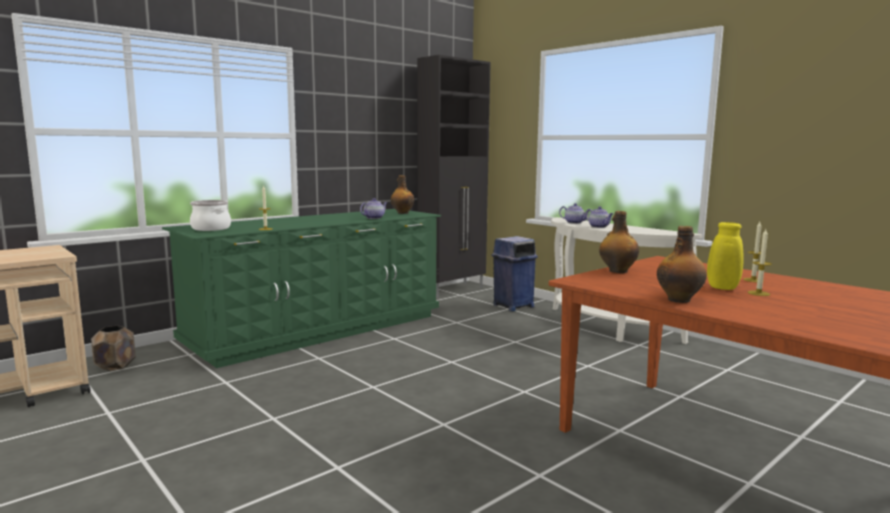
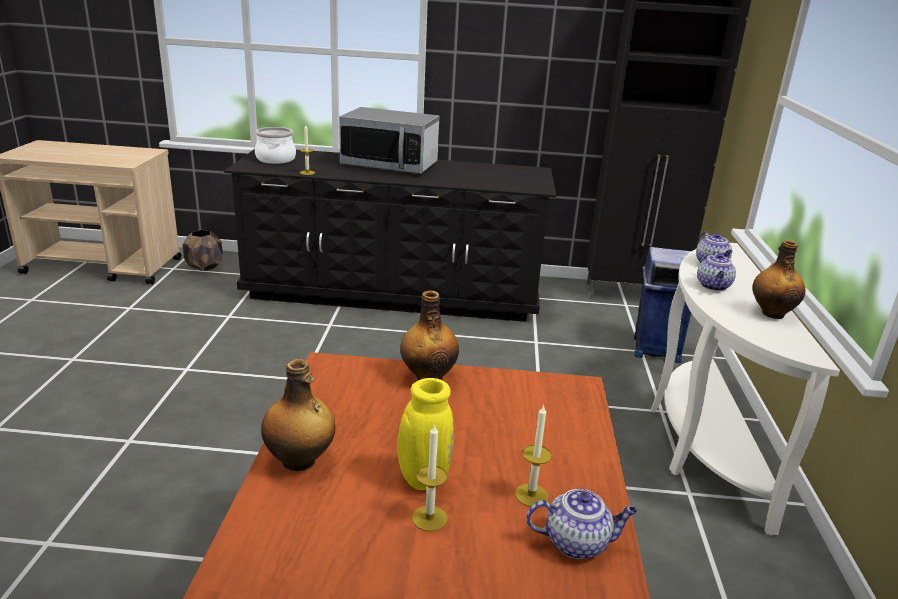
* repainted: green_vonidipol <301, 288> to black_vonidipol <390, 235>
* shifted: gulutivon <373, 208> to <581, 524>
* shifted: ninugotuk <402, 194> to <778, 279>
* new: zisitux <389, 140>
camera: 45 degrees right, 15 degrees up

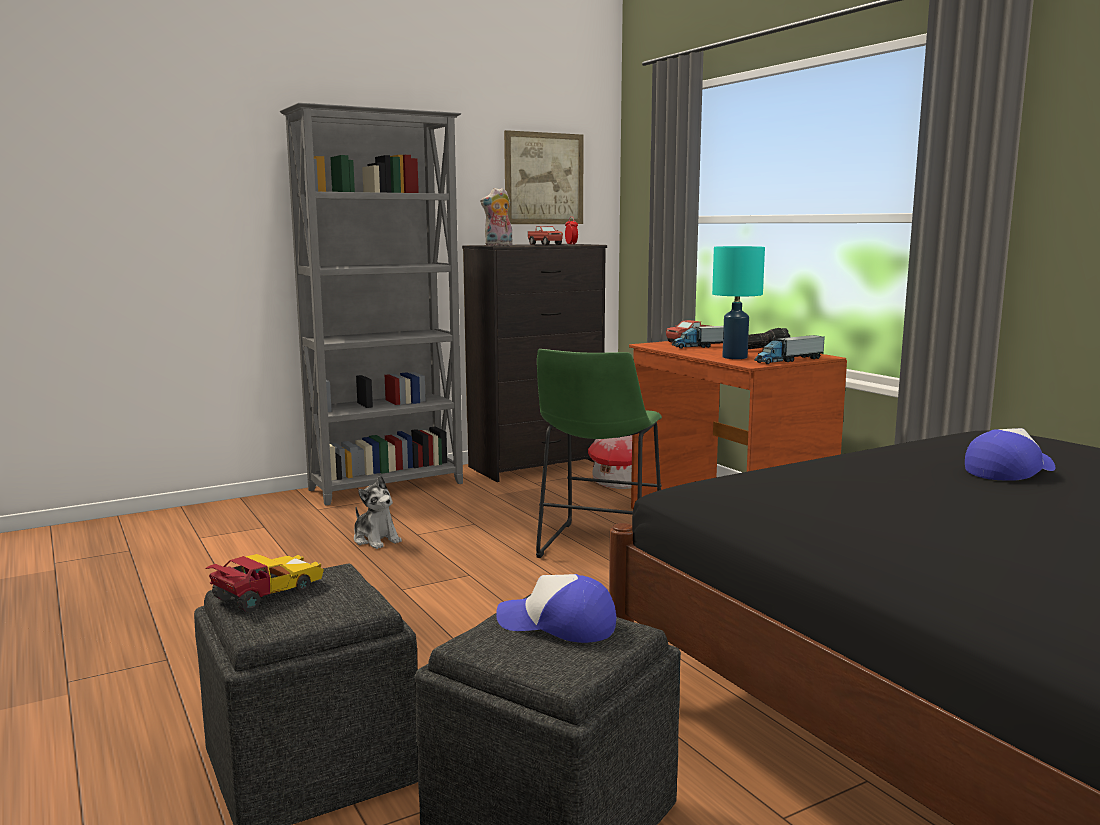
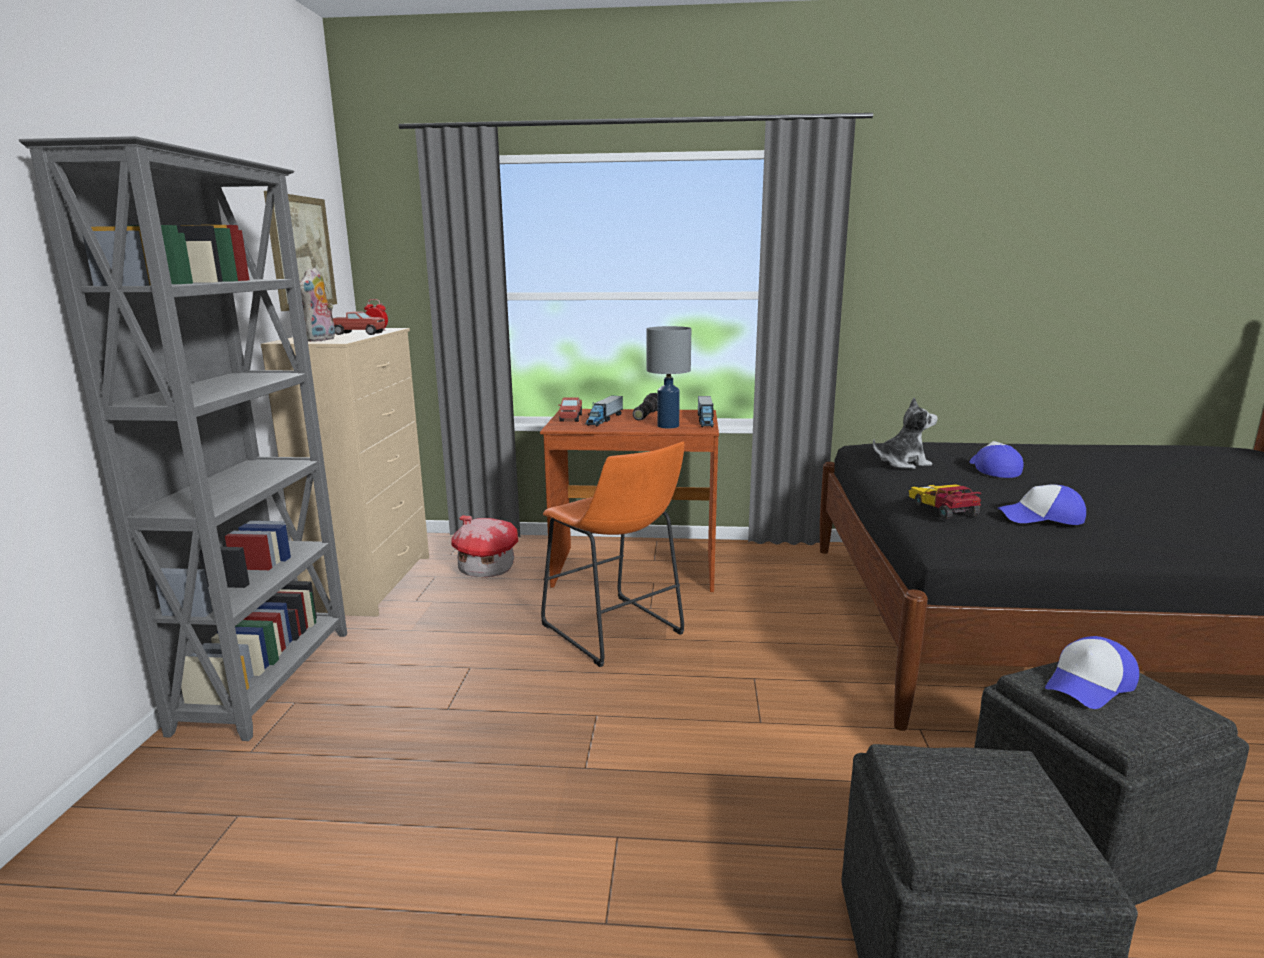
* shifted: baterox <264, 583> to <945, 501>
* shifted: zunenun <378, 512> to <905, 433>
* repainted: black_vonidipol <534, 363> to beige_vonidipol <345, 472>
* repainted: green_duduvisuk <599, 453> to orange_duduvisuk <613, 554>
* repainted: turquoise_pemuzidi <738, 302> to grey_pemuzidi <669, 377>
* new: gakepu <1042, 504>
camera: 55 degrees left, 5 degrees up

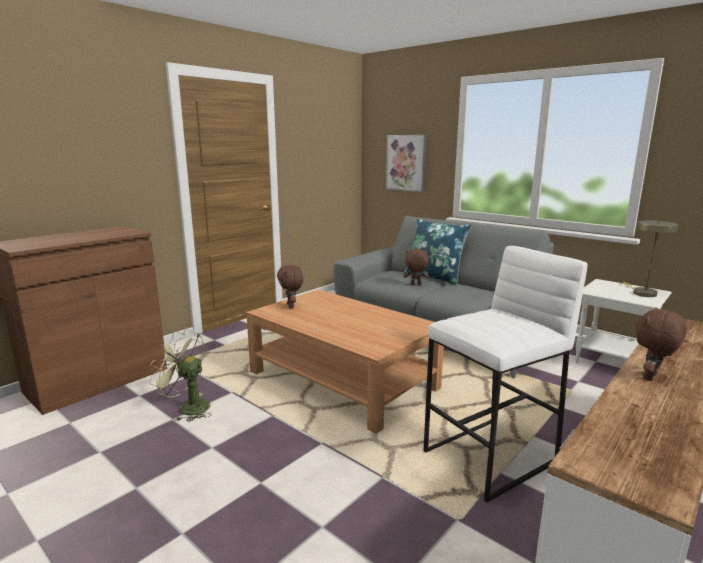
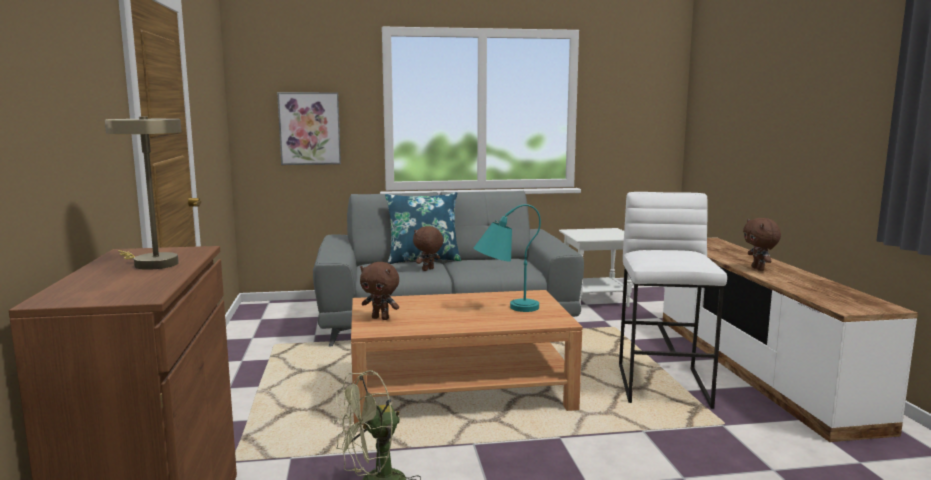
* shifted: beige_pemuzidi <650, 258> to <143, 193>
* new: turquoise_pemuzidi <507, 258>
camera: 50 degrees left, 5 degrees down

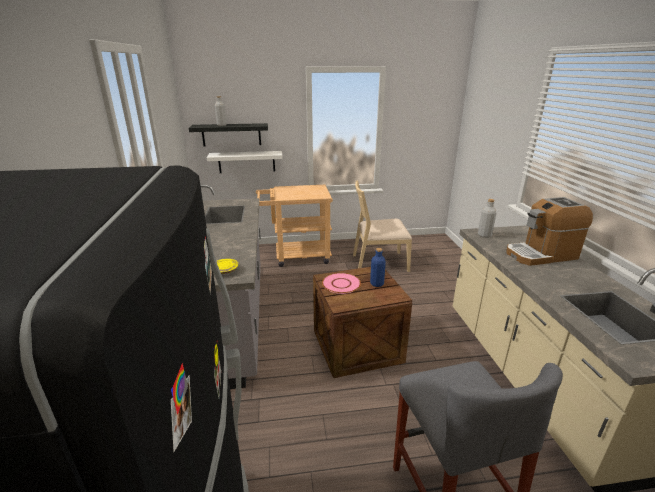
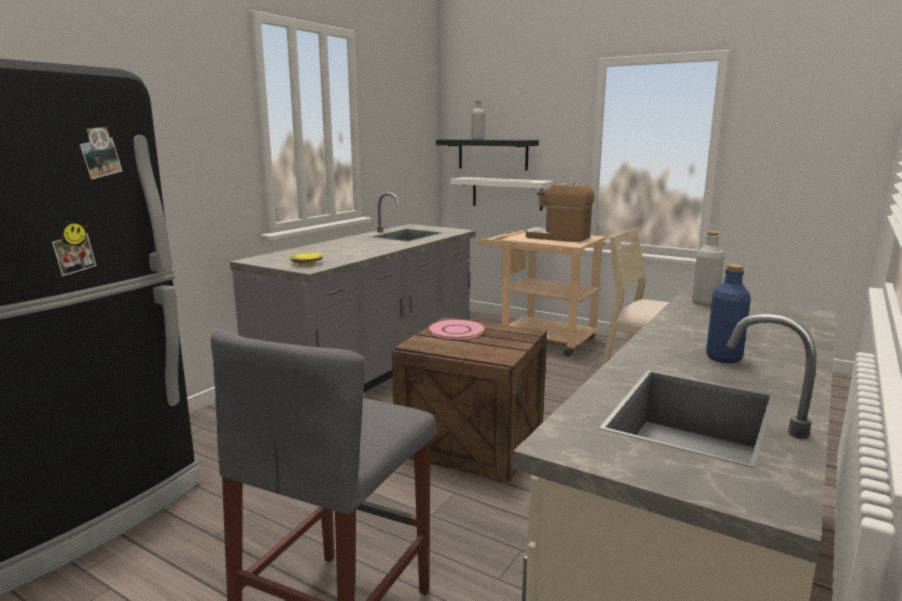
* shifted: blue_ninugotuk <378, 267> to <728, 313>
* shifted: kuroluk <549, 231> to <560, 212>
camera: 40 degrees right, 10 degrees down

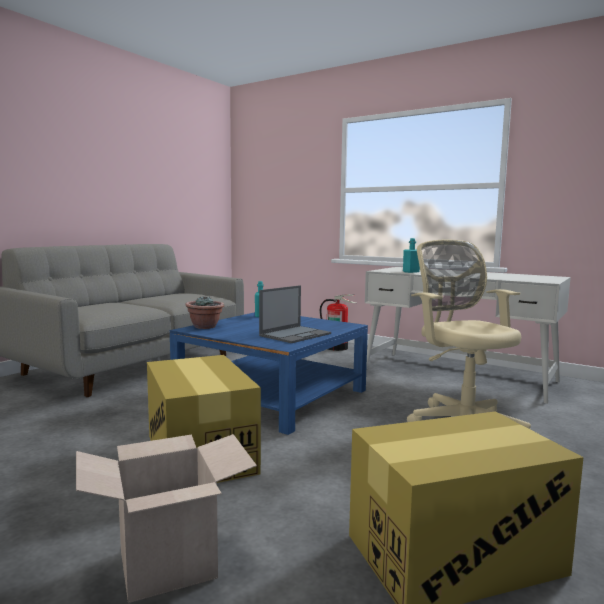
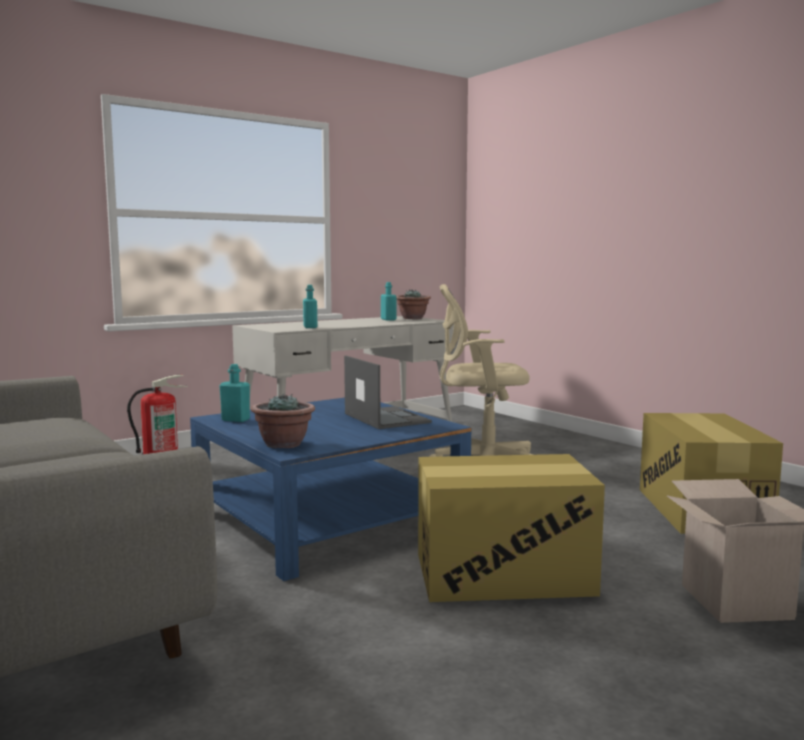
* new: turquoise_ninugotuk <388, 301>
* new: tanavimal <413, 304>
camera: 70 degrees left, 0 degrees up

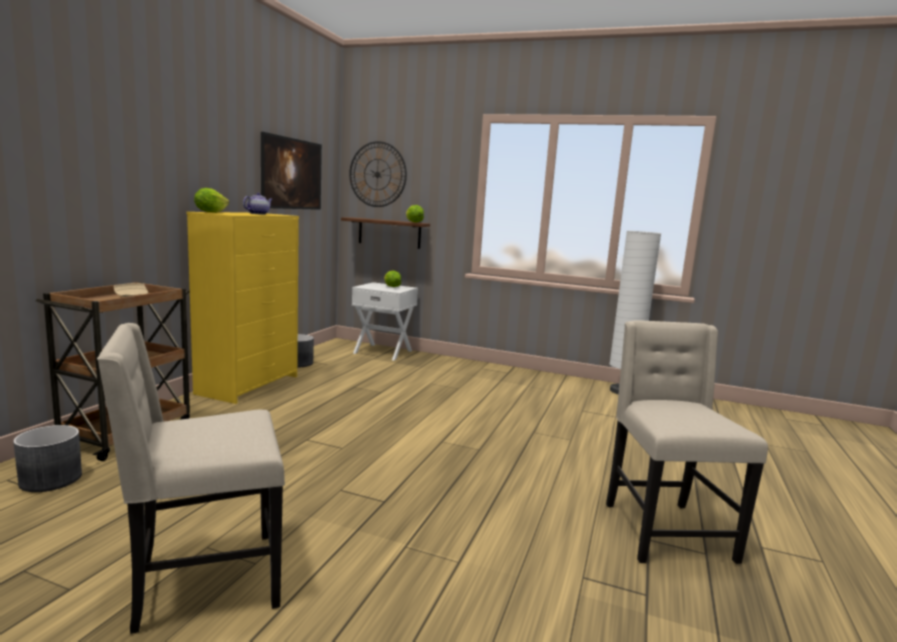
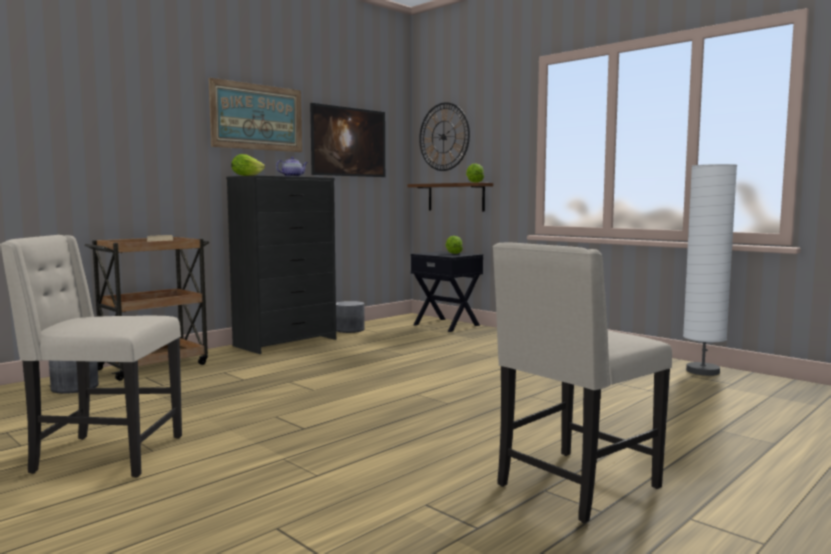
* repainted: yellow_vonidipol <242, 308> to black_vonidipol <281, 264>
* repainted: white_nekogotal <385, 321> to black_nekogotal <447, 291>
* rotated: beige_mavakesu <687, 442> = <582, 382> 150 degrees counterclockwise
* new: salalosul <255, 115>
camera: 25 degrees right, 5 degrees down

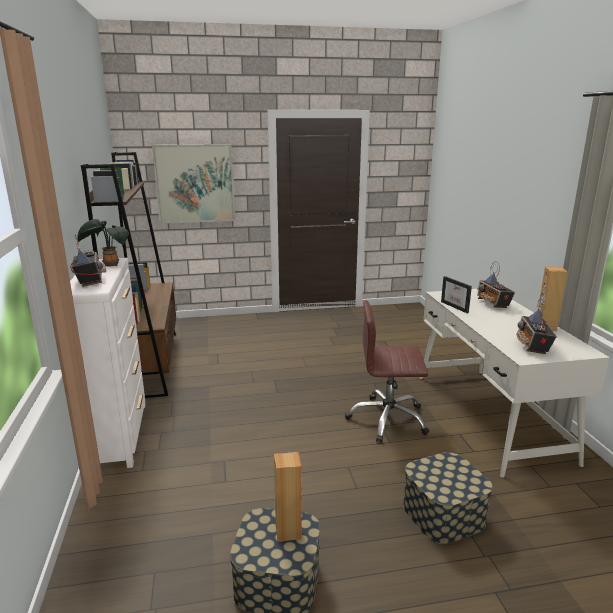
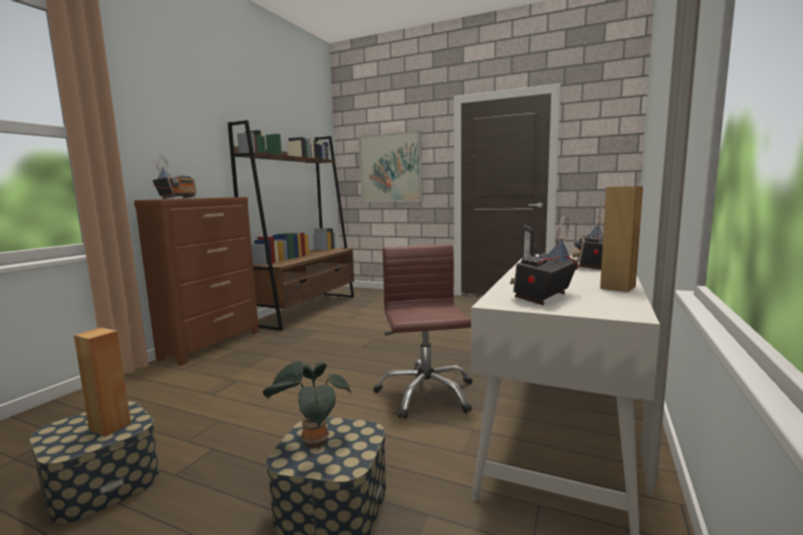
* repainted: white_vonidipol <107, 363> to brown_vonidipol <196, 281>
* shifted: tanavimal <103, 242> to <307, 405>
* rotated: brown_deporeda <387, 371> = <423, 332> 45 degrees clockwise
camera: 35 degrees right, 10 degrees down

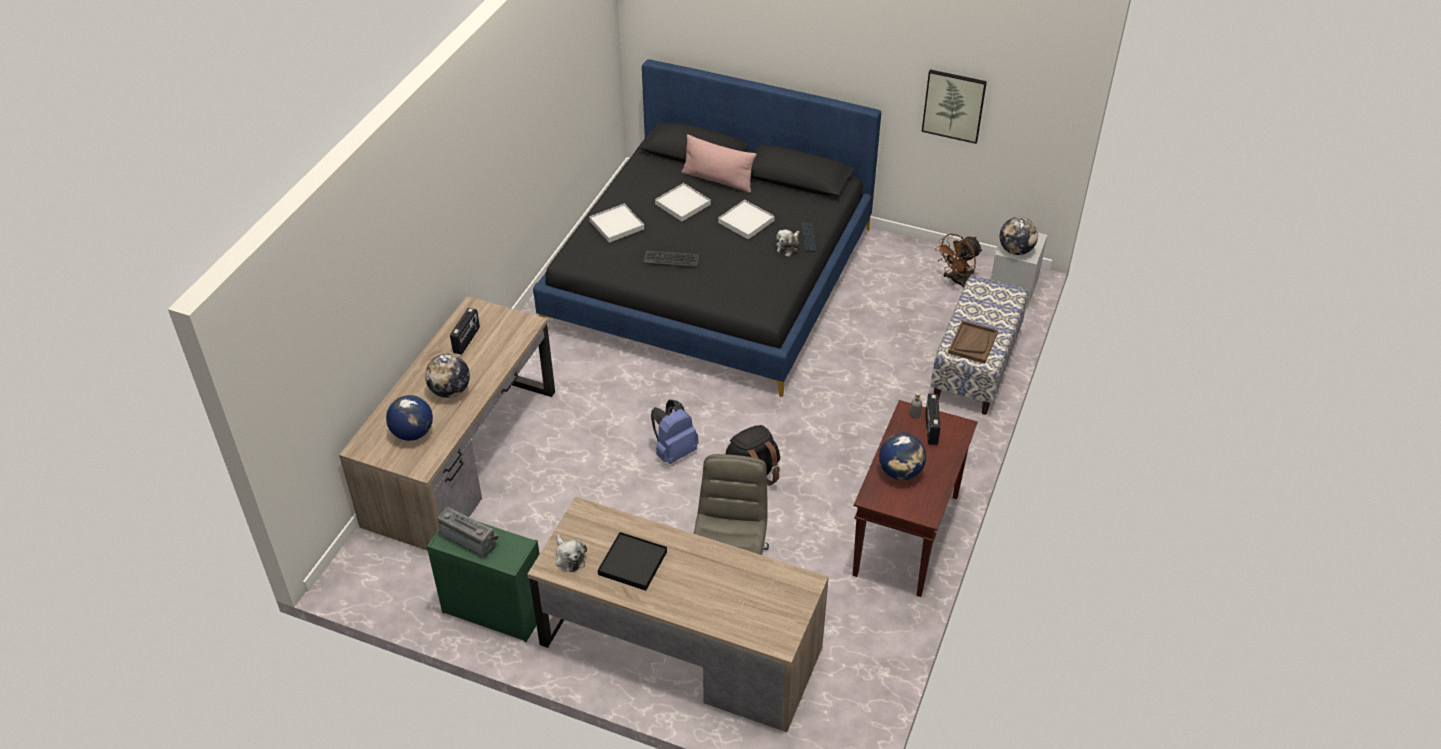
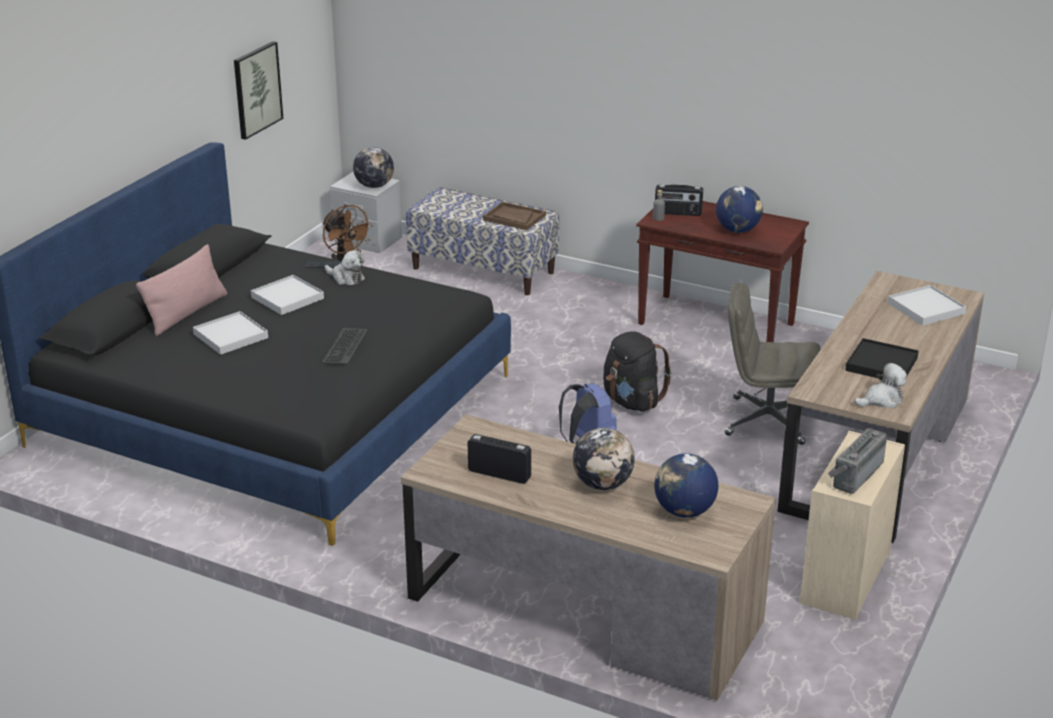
* repainted: green_vonidipol <483, 581> to beige_vonidipol <852, 525>
* shifted: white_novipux <616, 223> to <927, 305>
camera: 85 degrees left, 15 degrees down

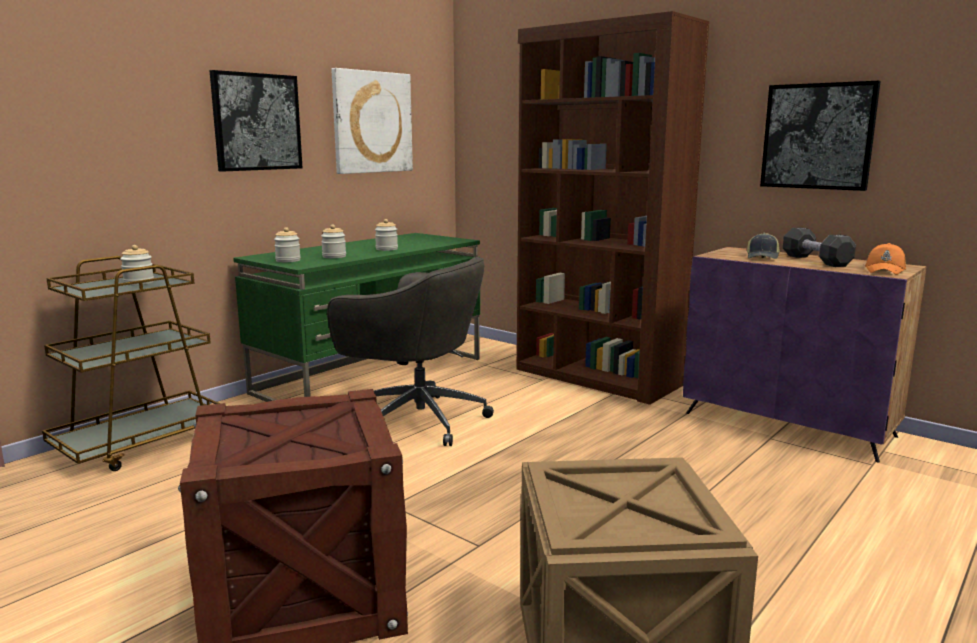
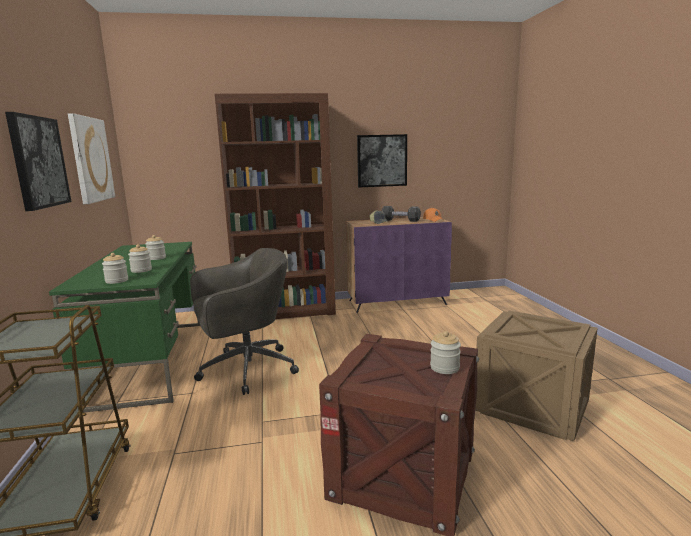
* shifted: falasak <137, 265> to <445, 352>
camera: 50 degrees left, 0 degrees up

